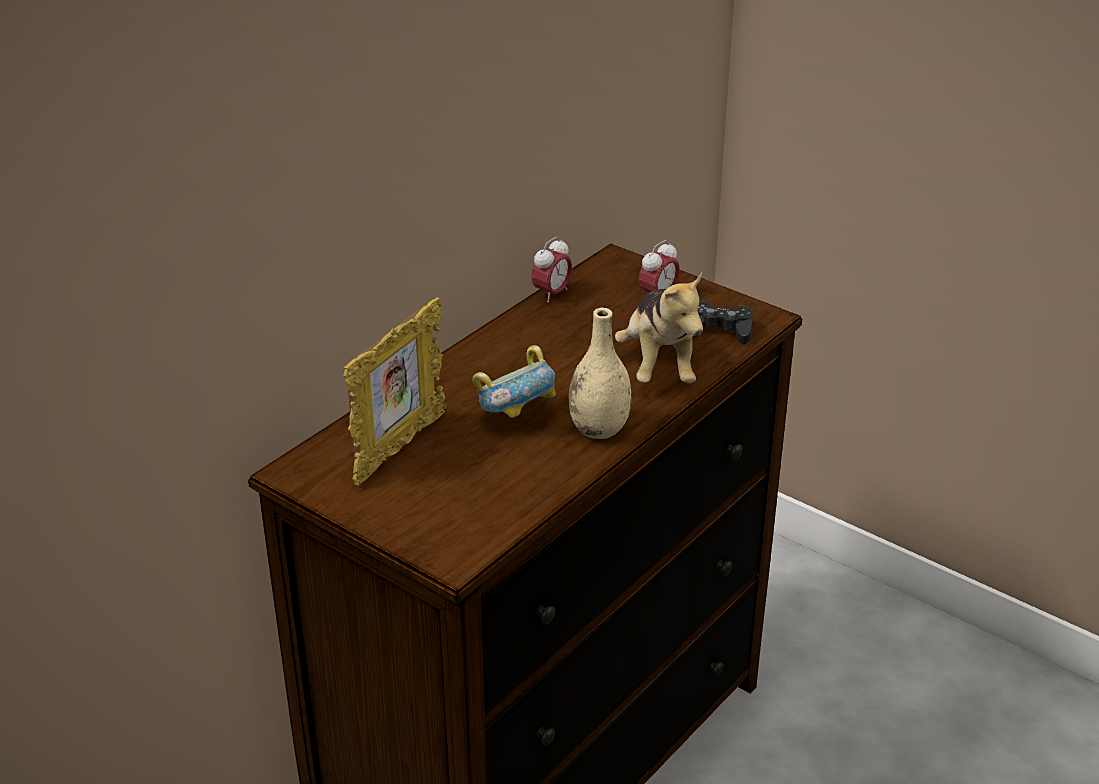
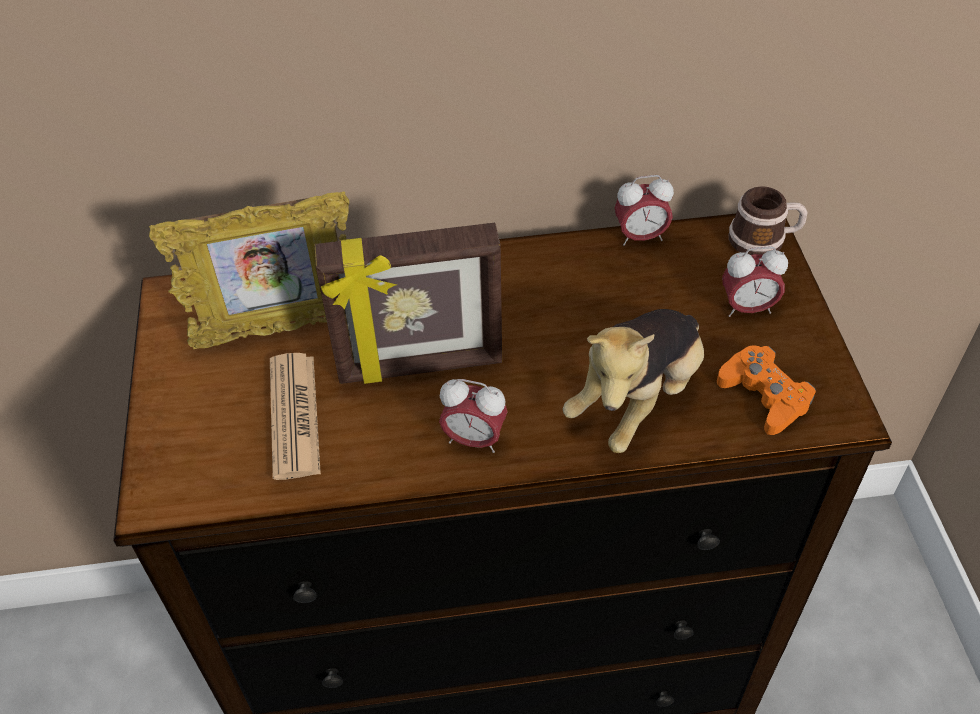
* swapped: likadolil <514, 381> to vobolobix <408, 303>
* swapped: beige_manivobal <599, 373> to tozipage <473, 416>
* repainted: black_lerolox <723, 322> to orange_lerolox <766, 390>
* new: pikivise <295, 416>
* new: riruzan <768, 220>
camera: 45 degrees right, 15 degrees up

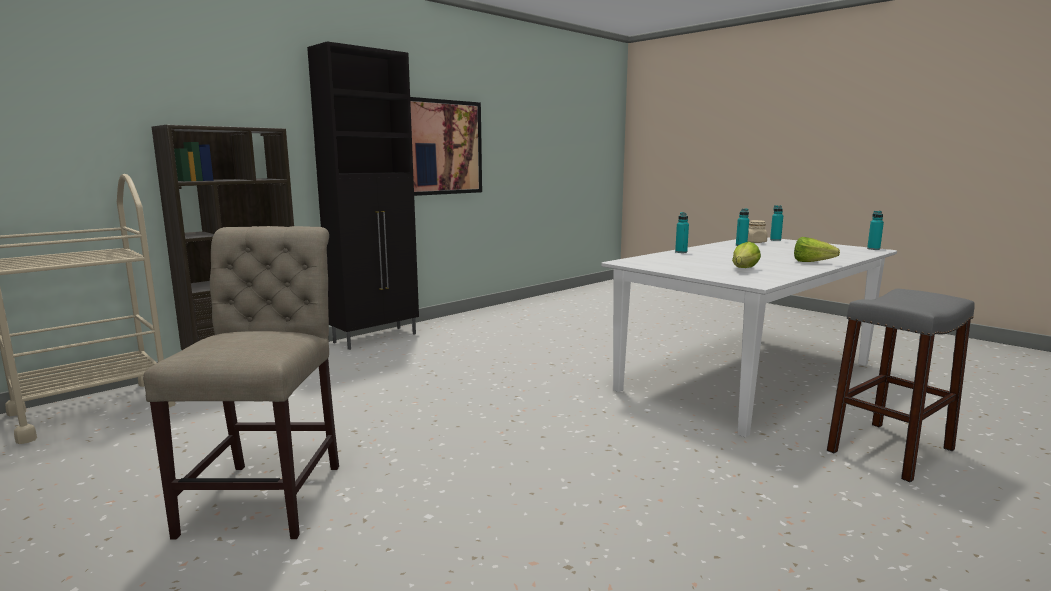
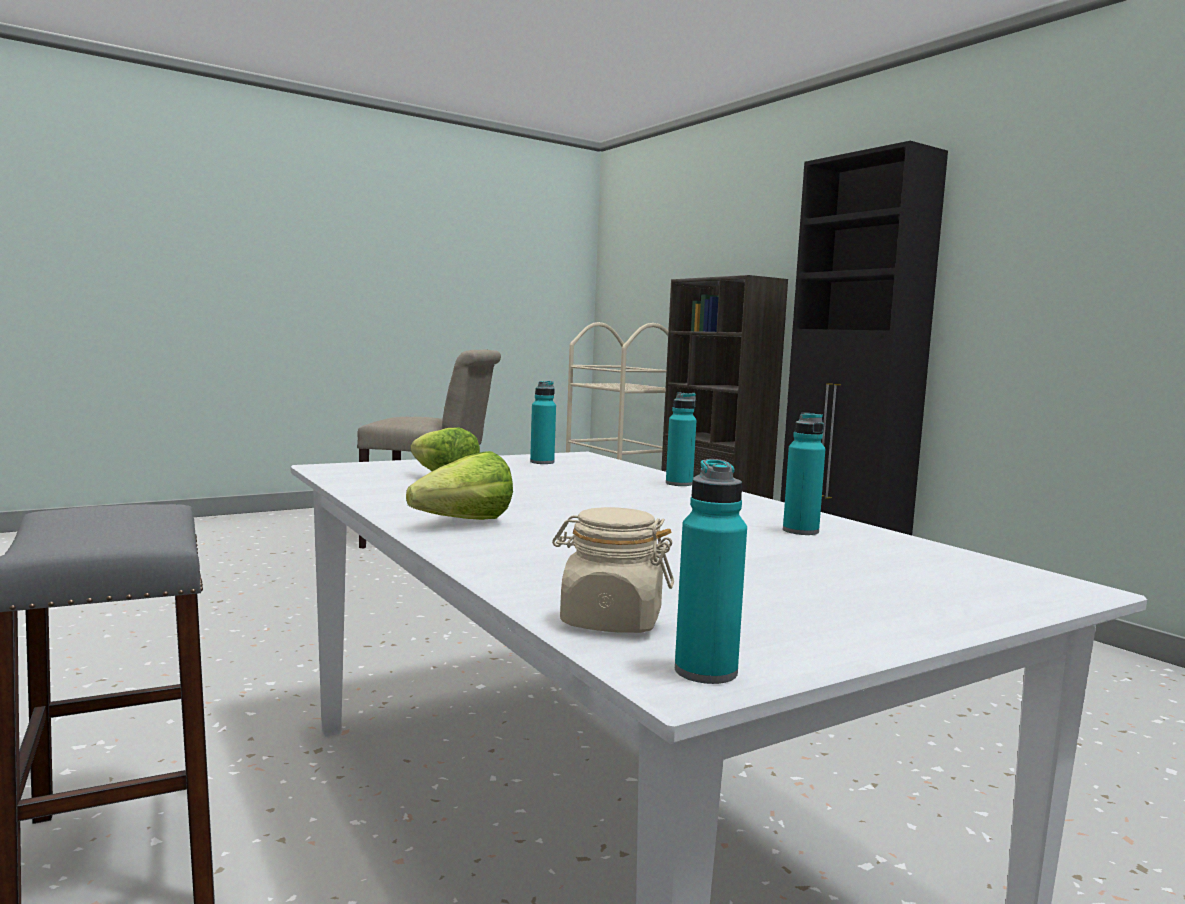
* gone: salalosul <446, 146>
* shifted: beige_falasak <758, 231> to <613, 570>
* shifted: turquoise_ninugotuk <776, 223> to <543, 422>
camera: 100 degrees right, 5 degrees down

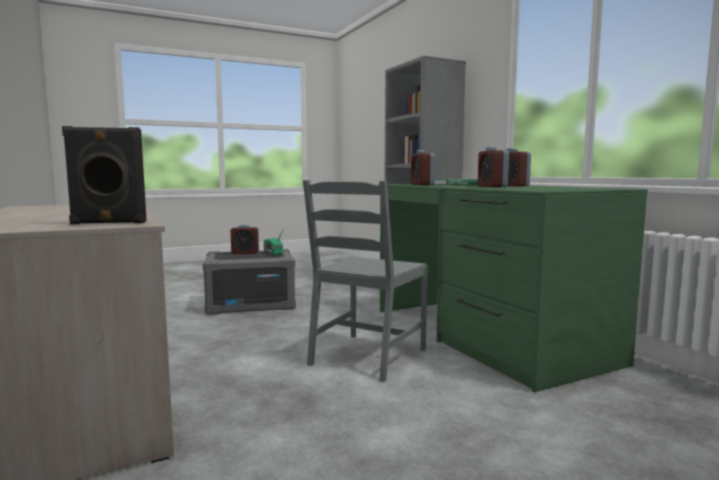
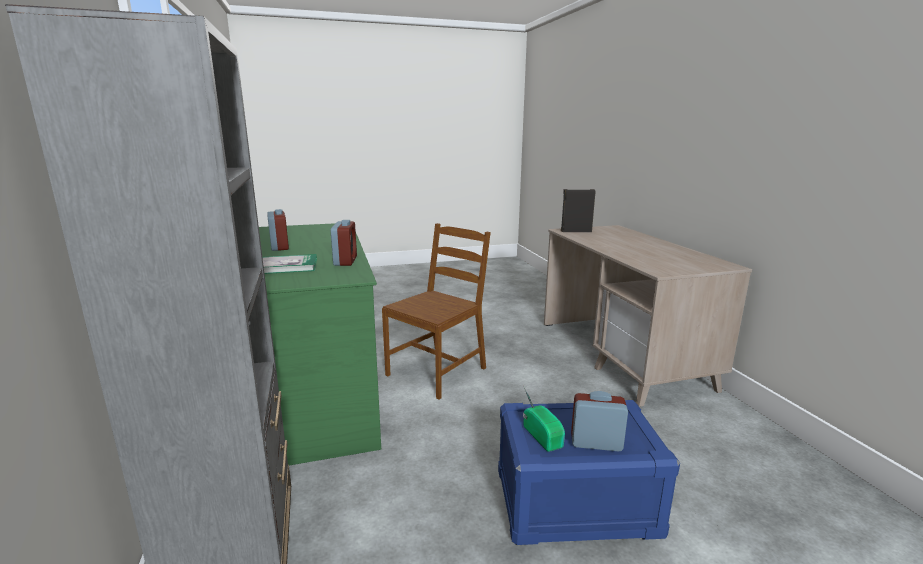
* repainted: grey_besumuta <249, 282> to blue_besumuta <589, 472>
* repainted: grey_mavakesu <365, 281> to brown_mavakesu <436, 311>
* gone: tozipage <493, 167>
camera: 170 degrees left, 10 degrees up

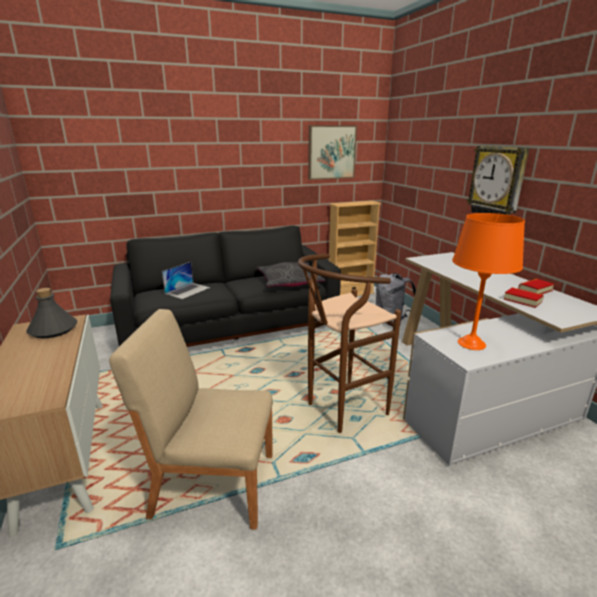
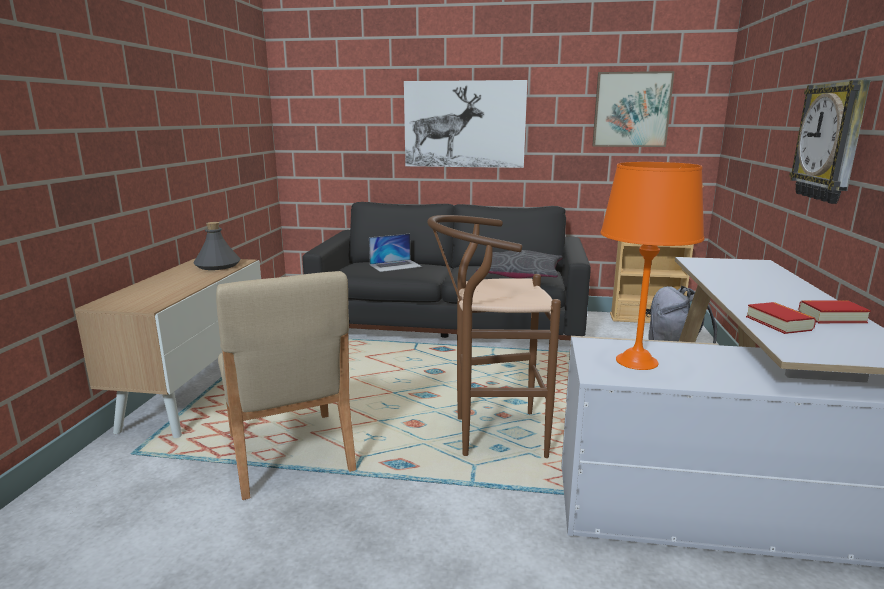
* rotated: beige_mavakesu <191, 419> = <286, 385> 150 degrees counterclockwise
* new: salalosul <465, 124>
camera: 30 degrees right, 5 degrees down

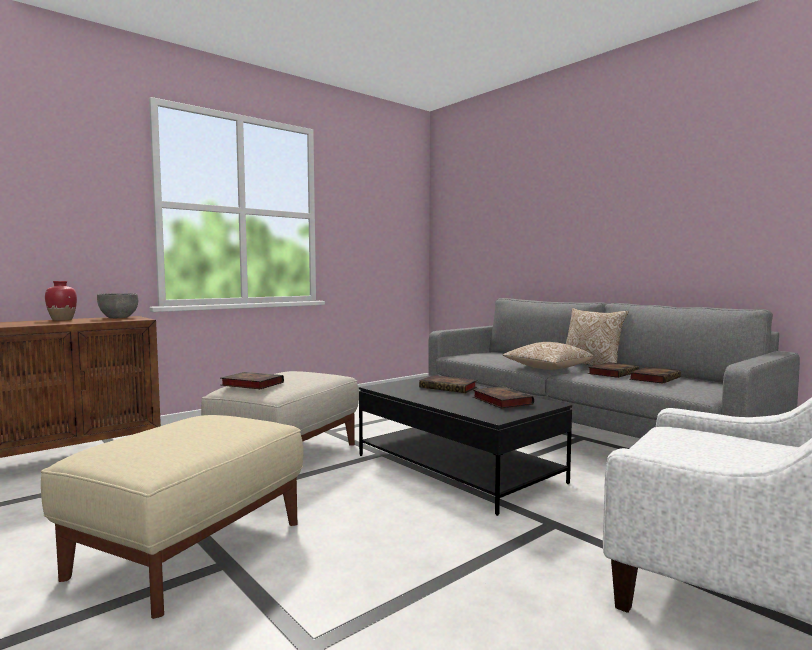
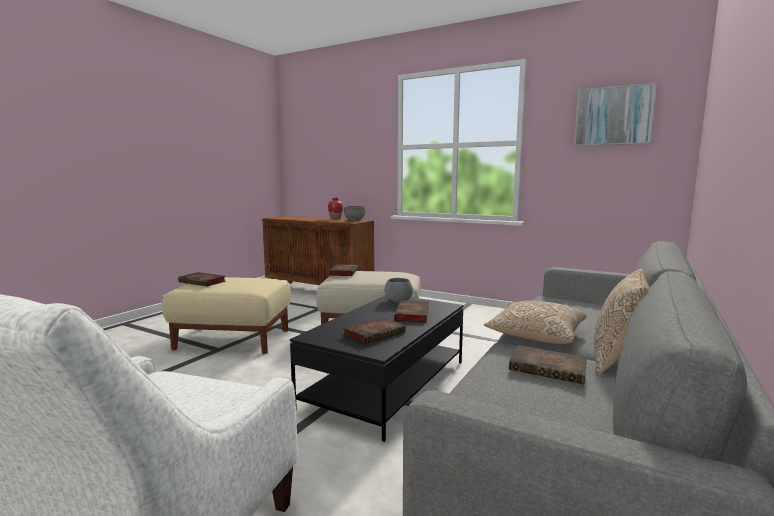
* shifted: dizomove <655, 375> to <202, 279>
* new: grey_likadolil <399, 290>
* new: salalosul <615, 114>
camera: 70 degrees right, 5 degrees up

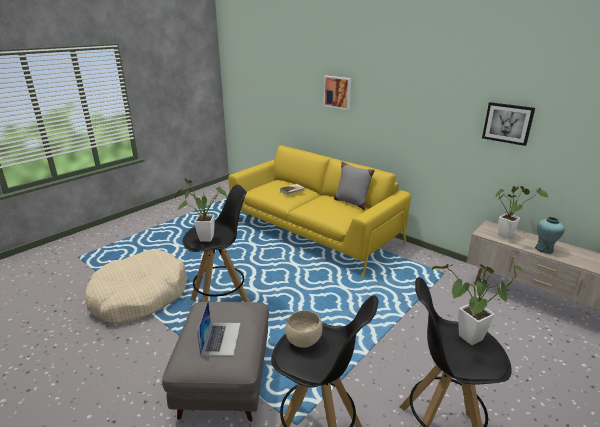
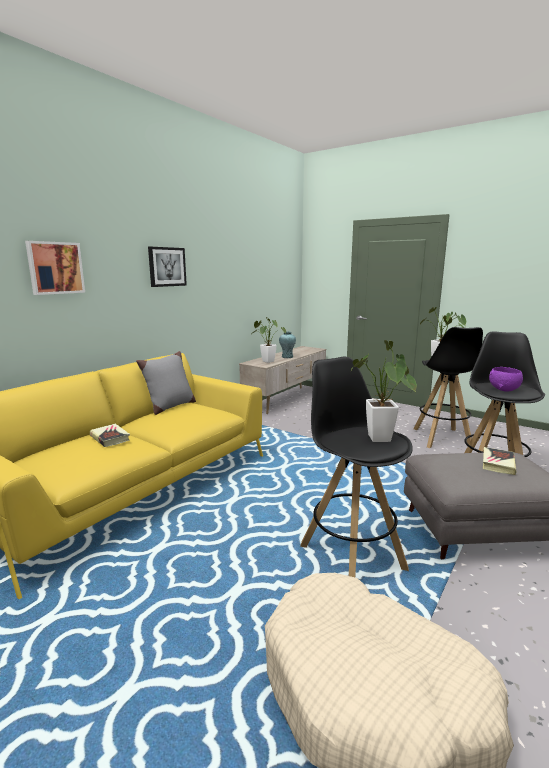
* swapped: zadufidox <218, 328> to dizomove <499, 461>
* repainted: beige_likadolil <304, 329> to purple_likadolil <506, 379>
* shifted: salalosul <508, 124> to <167, 267>
camera: 95 degrees left, 10 degrees down

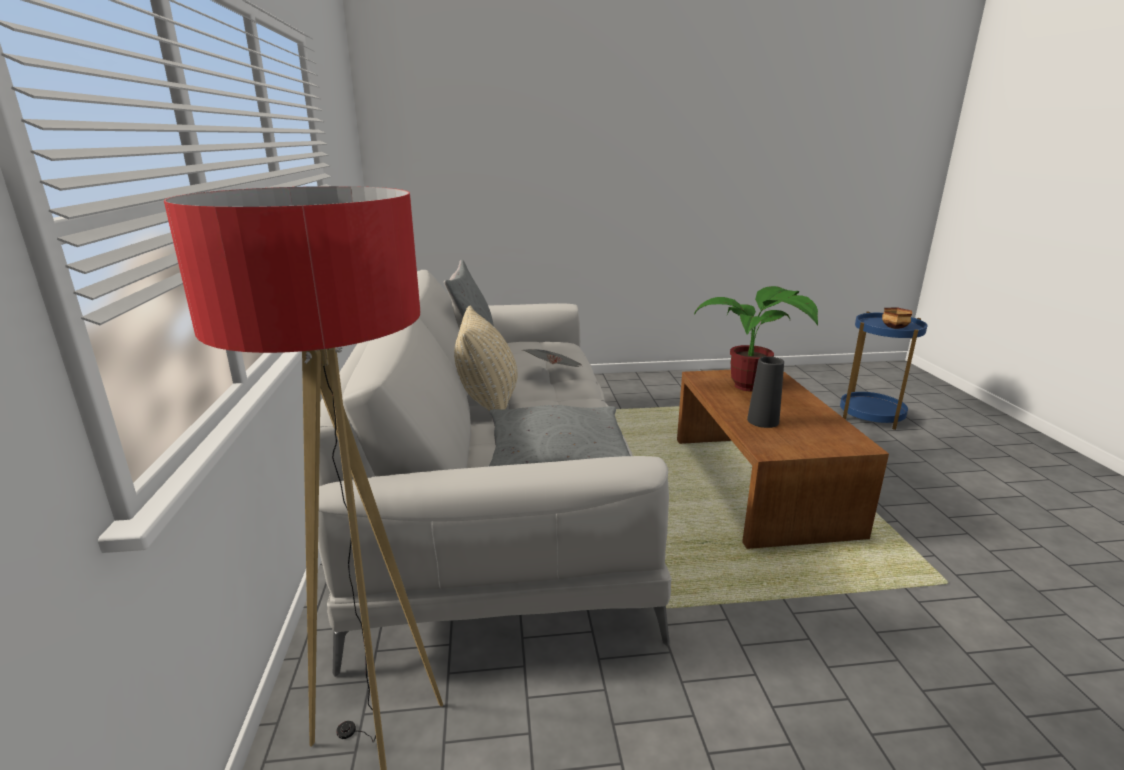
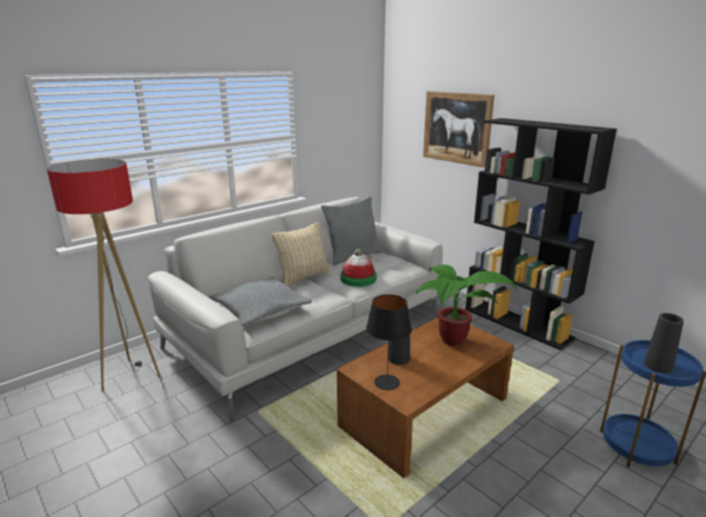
* swapped: pikivise <552, 358> to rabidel <359, 268>
* swapped: likadolil <897, 318> to black_manivobal <664, 343>
* new: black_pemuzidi <389, 342>
* new: salalosul <458, 129>
* new: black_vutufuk <541, 234>
camera: 55 degrees right, 0 degrees up

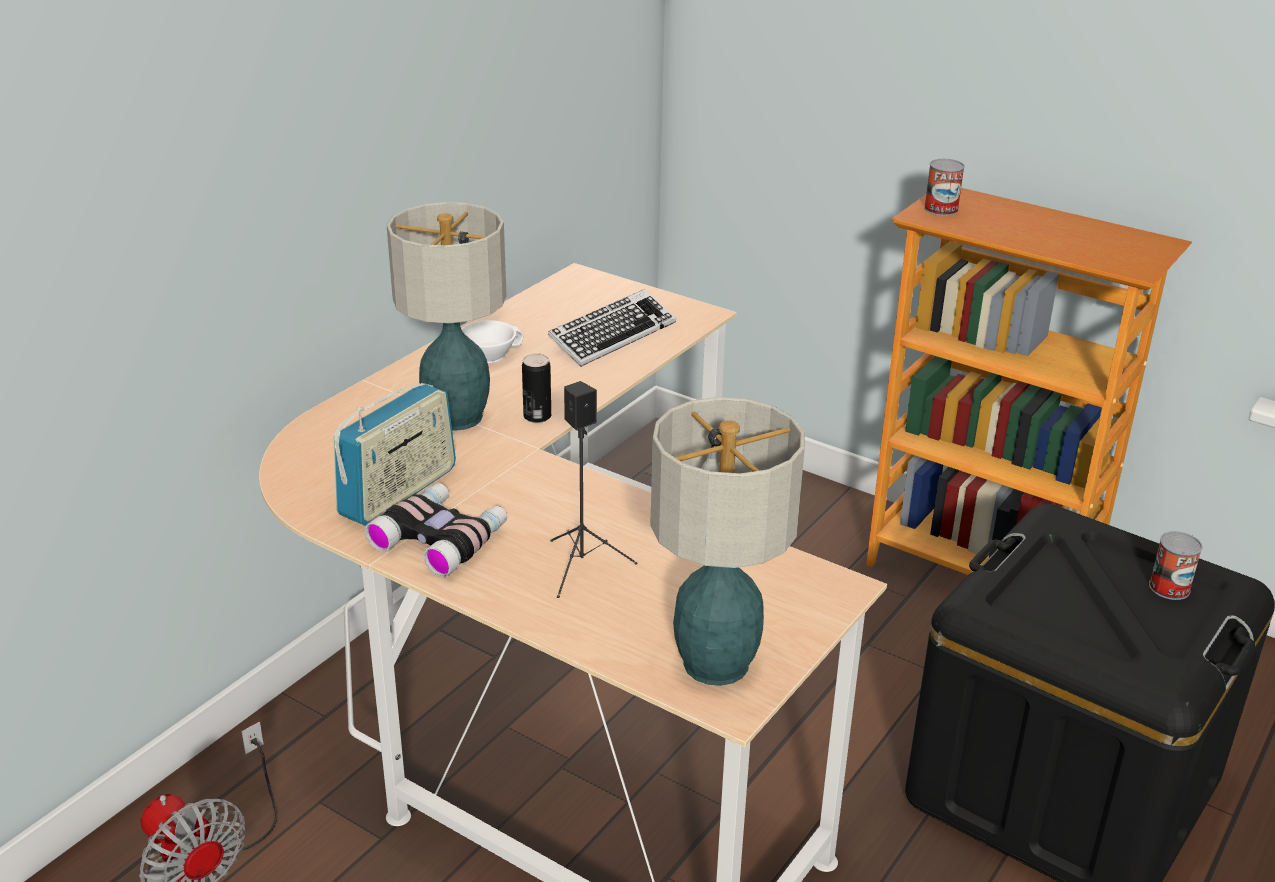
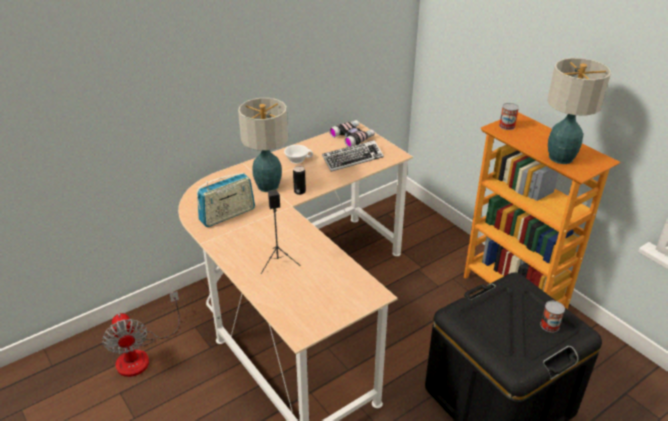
* shifted: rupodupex <436, 530> to <352, 133>
* shifted: pemuzidi <727, 541> to <579, 111>
camera: 20 degrees right, 5 degrees up

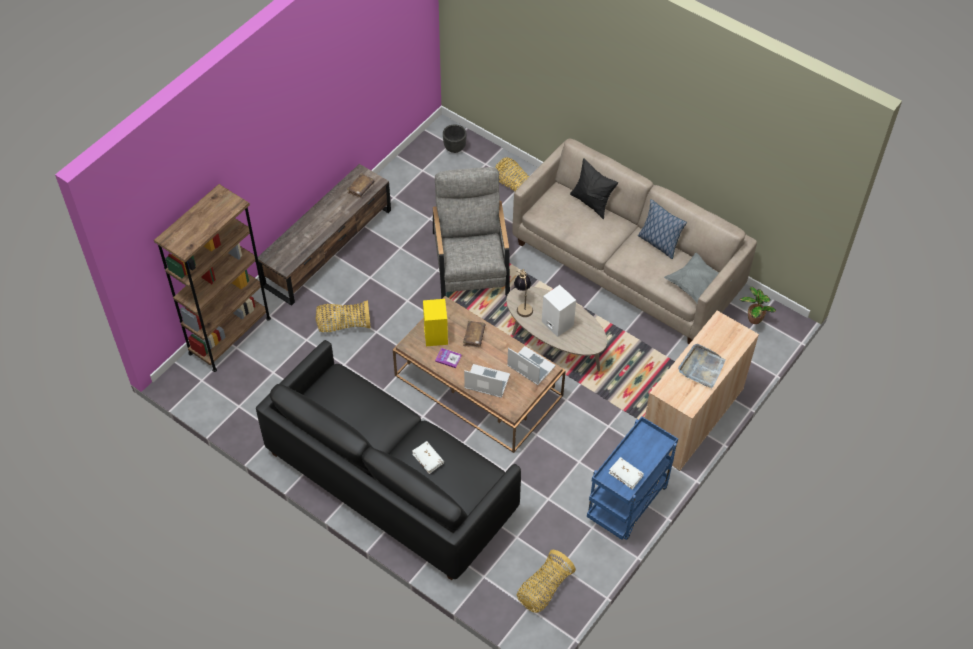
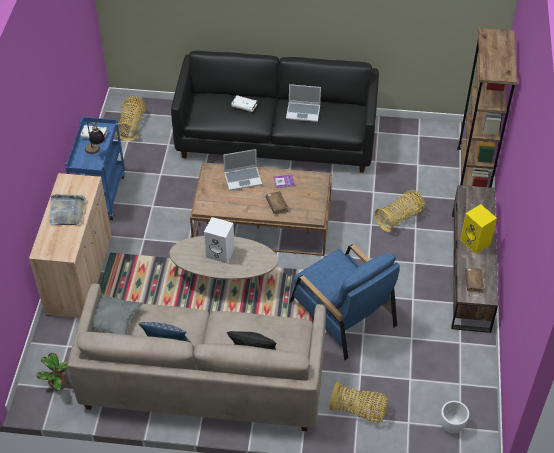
* shifted: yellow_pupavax <435, 322> to <478, 229>
* repainted: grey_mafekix <471, 233> to blue_mafekix <344, 302>
* repainted: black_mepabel <455, 139> to white_mepabel <454, 417>
* shifted: zadufidox <531, 365> to <303, 103>
* shifted: pemuzidi <523, 293> to <95, 138>
camera: 150 degrees right, 5 degrees down

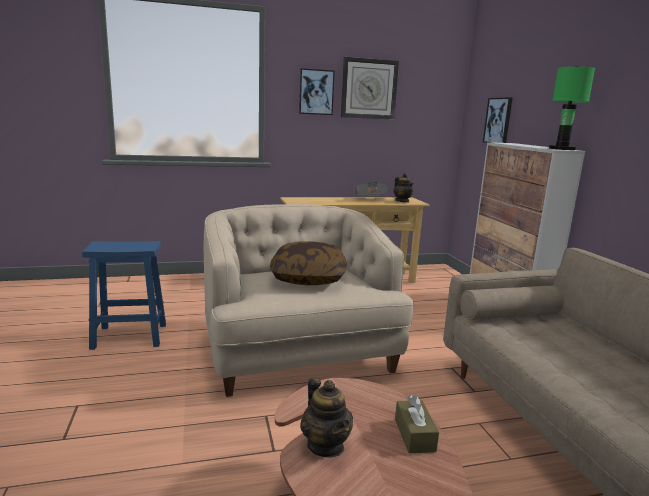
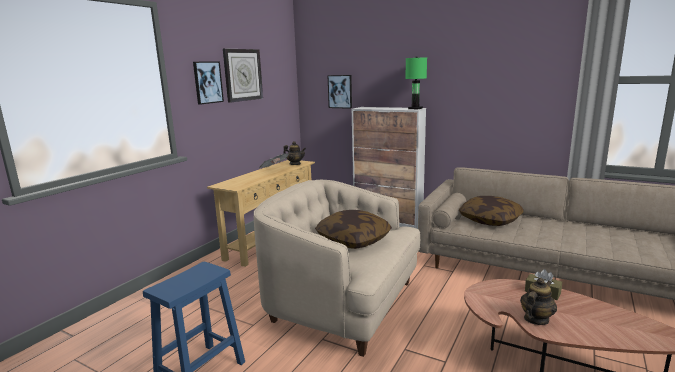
* rotated: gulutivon <326, 417> = <538, 301> 60 degrees counterclockwise
* new: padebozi <491, 211>
camera: 45 degrees left, 0 degrees up

